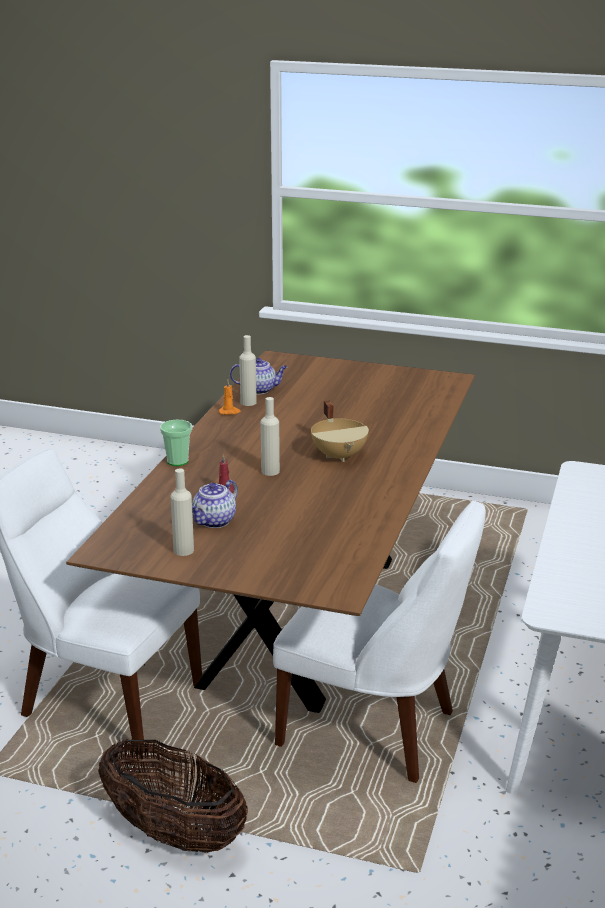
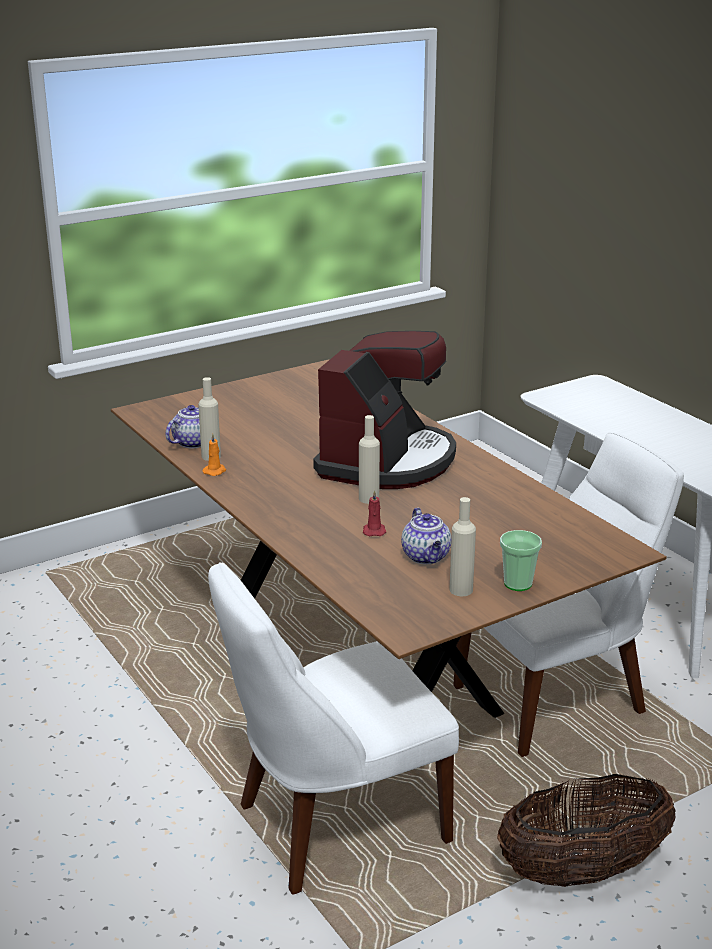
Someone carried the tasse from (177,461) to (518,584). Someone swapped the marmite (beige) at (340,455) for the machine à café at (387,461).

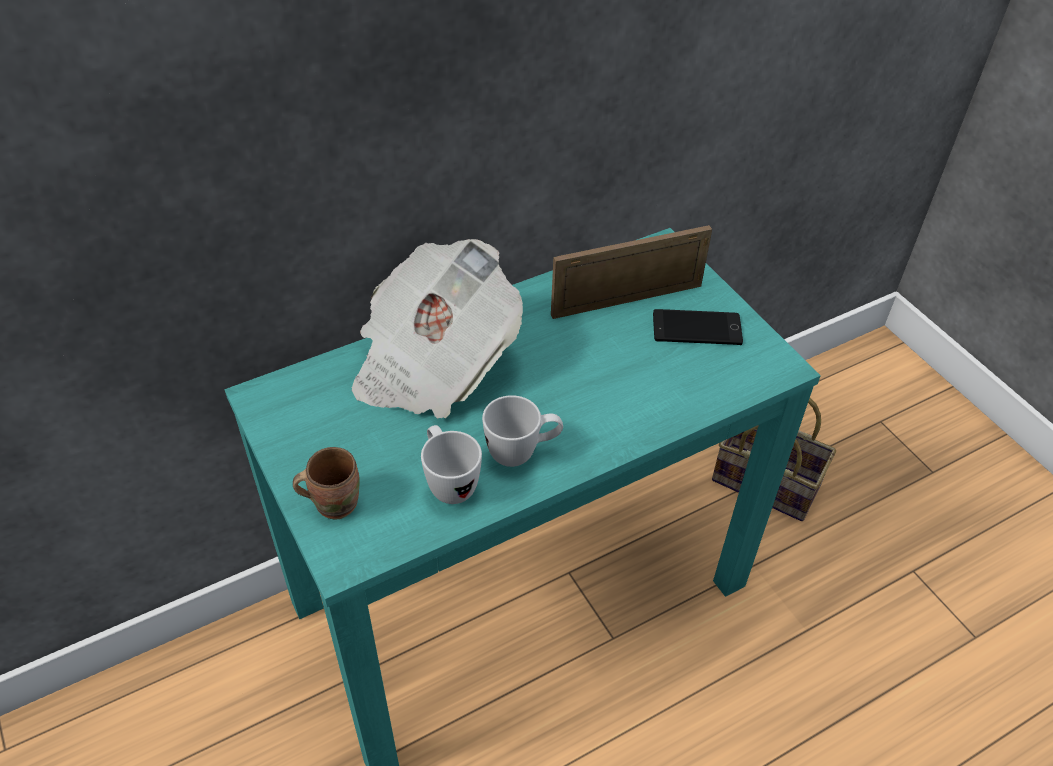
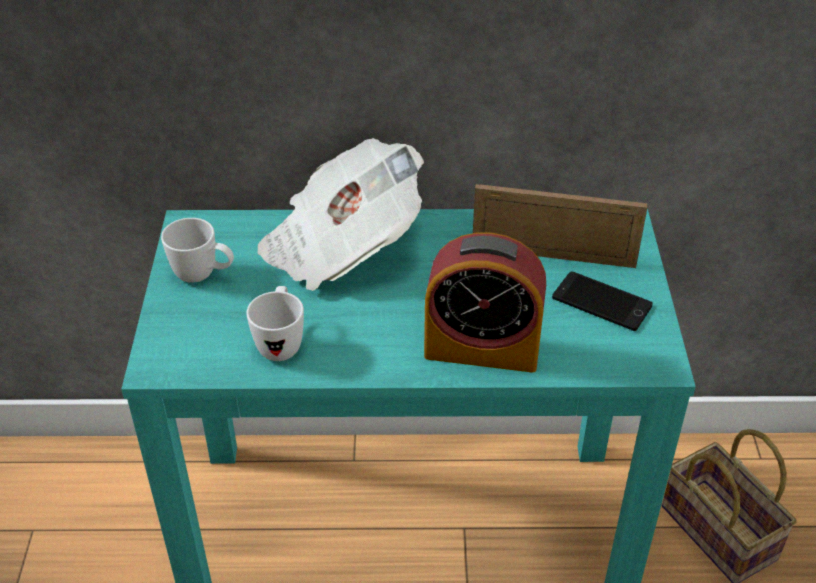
Someone took away the mug (marron) at (334,501). Someone carried the mug (blanc) from (522,452) to (204,276). Someone put down the réveil at (482,348).

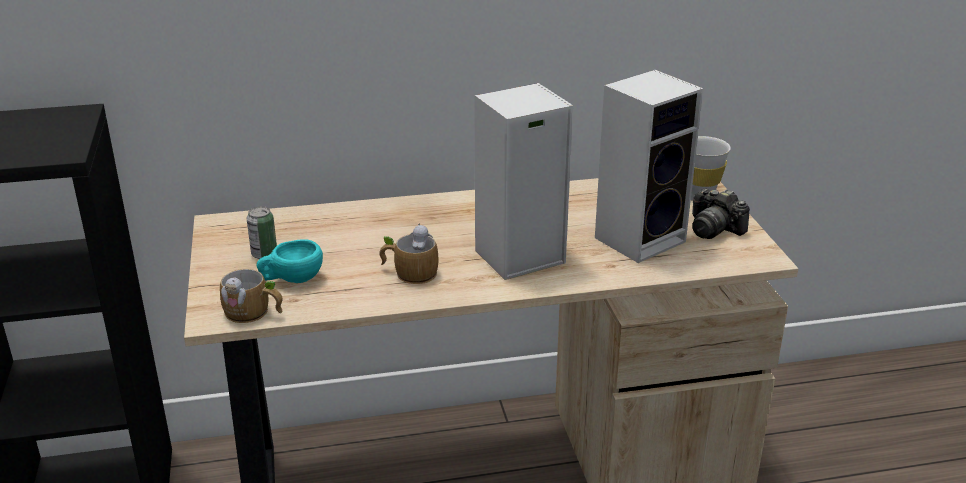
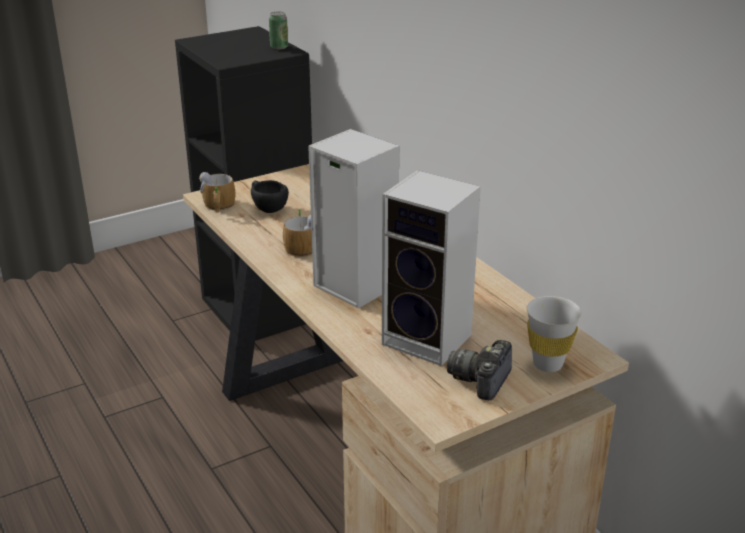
Someone carried the boîte métallique from (264,254) to (279,47). Someone repainted the tasse (turquoise) at (291,279), which became the tasse (noir) at (267,208).

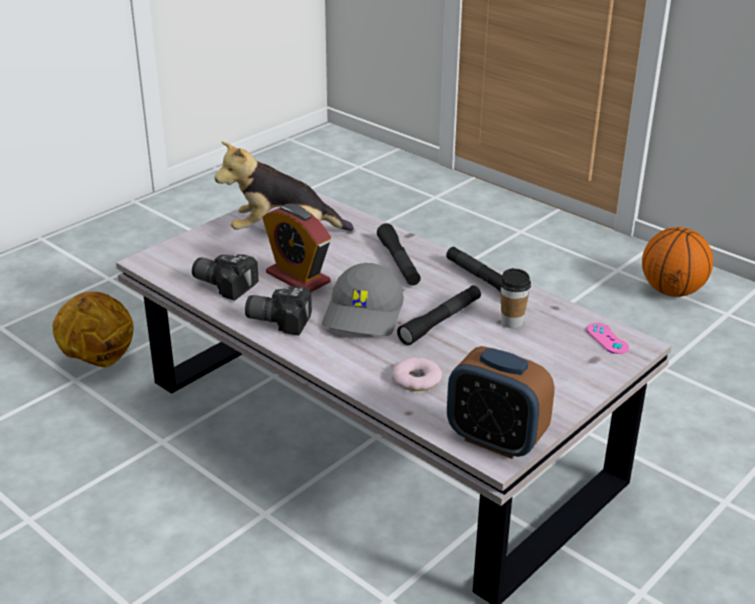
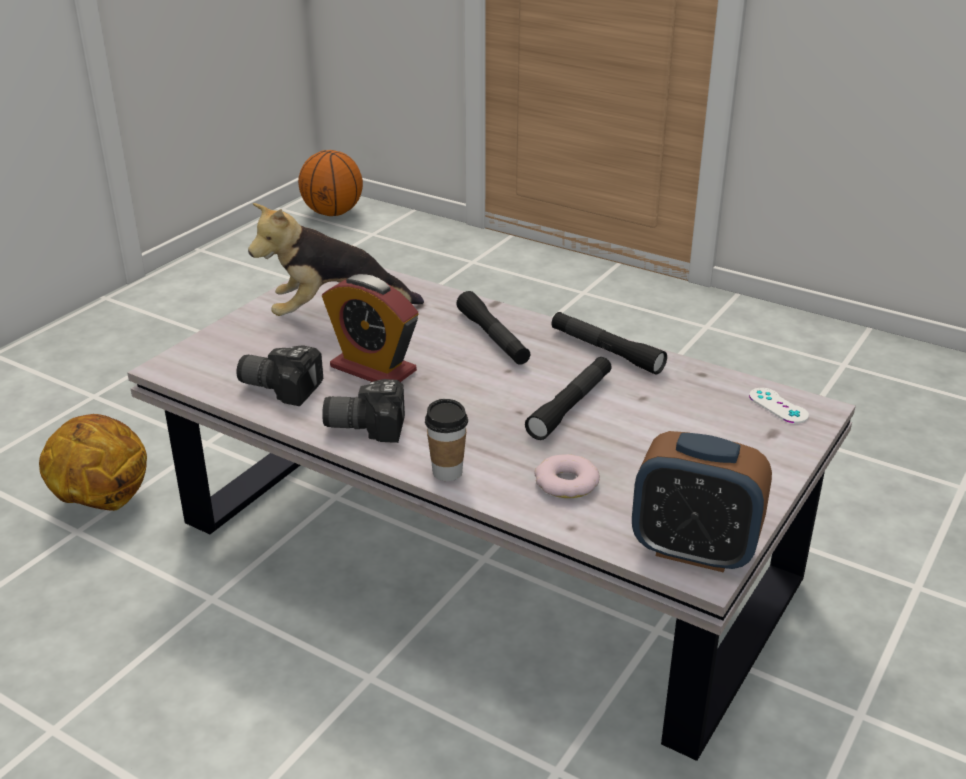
Someone took away the casquette (gris) at (364,315). Someone carried the tasse from (512,322) to (447,472). Someone repainted the manette (rose) at (607,339), which became the manette (blanc) at (778,406). Someone carried the ballon de basket from (672,291) to (333,213).

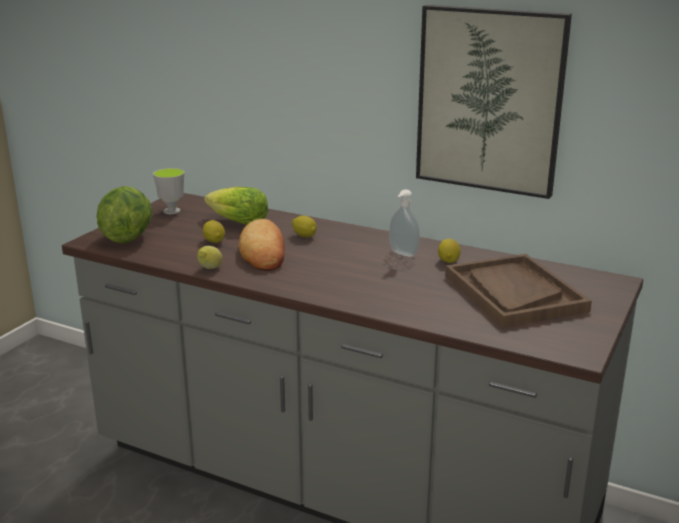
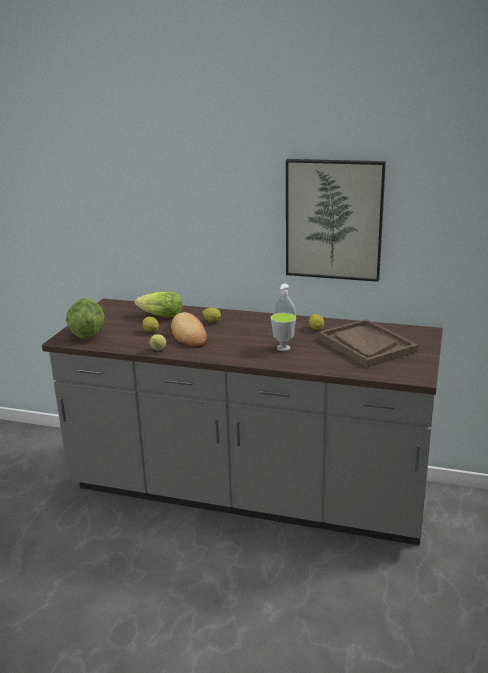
Someone carried the tasse from (172,211) to (283,348).

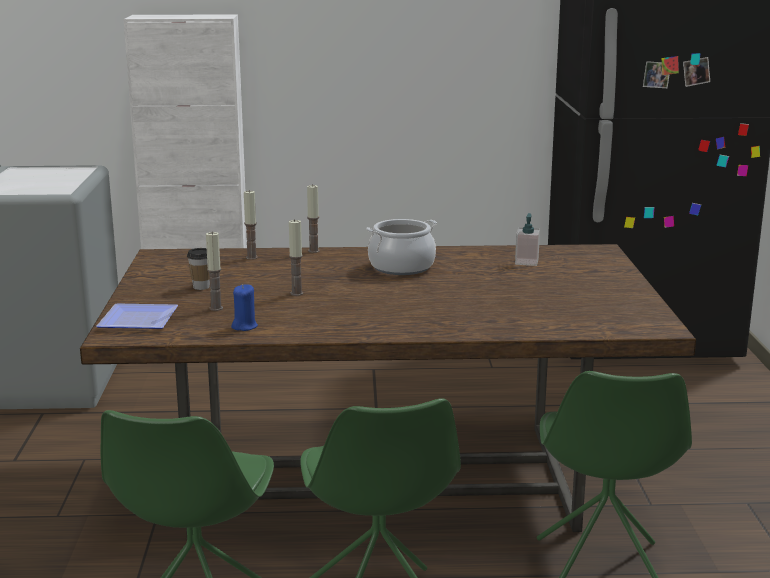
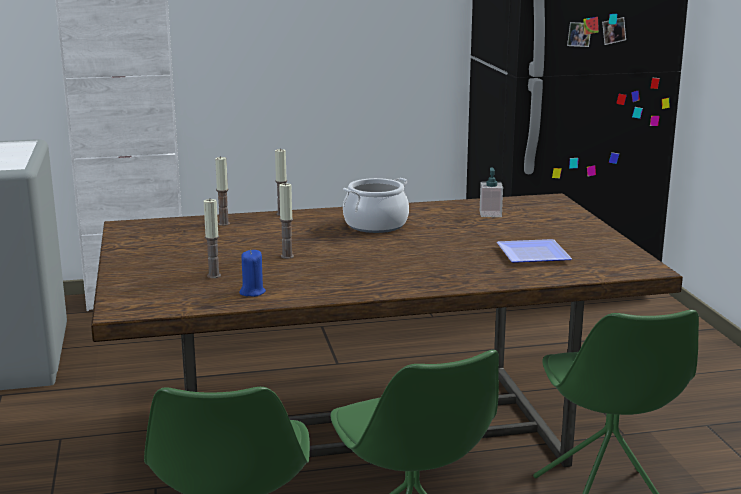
Someone carried the assiette from (136,319) to (530,254). Someone took away the tasse at (201,287).

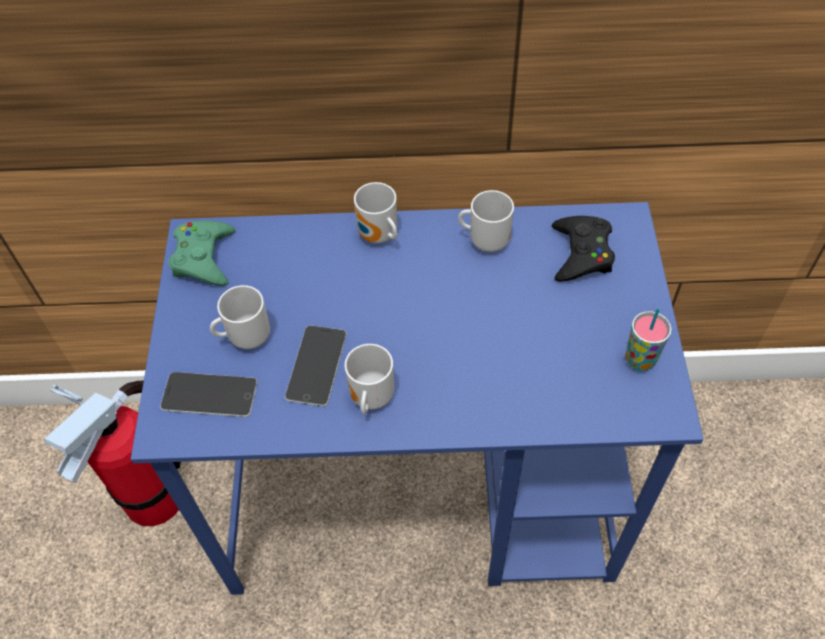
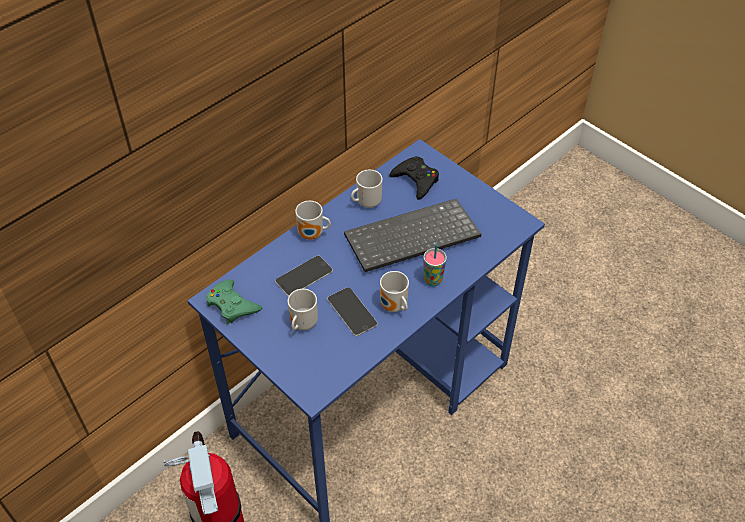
Someone carried the téléphone from (209,394) to (304,276). Someone carried the tasse from (639,360) to (433,280). Someone put down the clavier at (411,239).

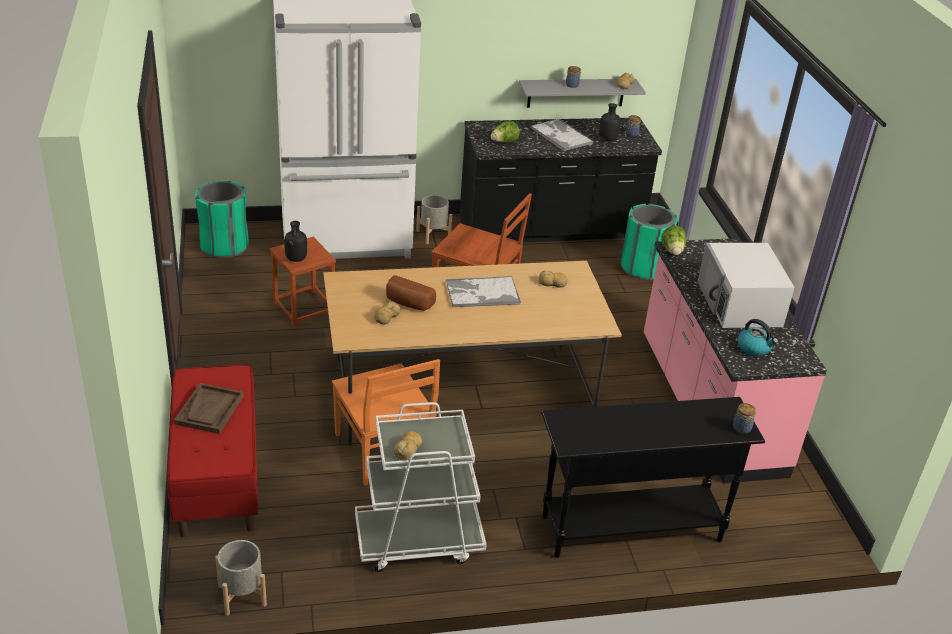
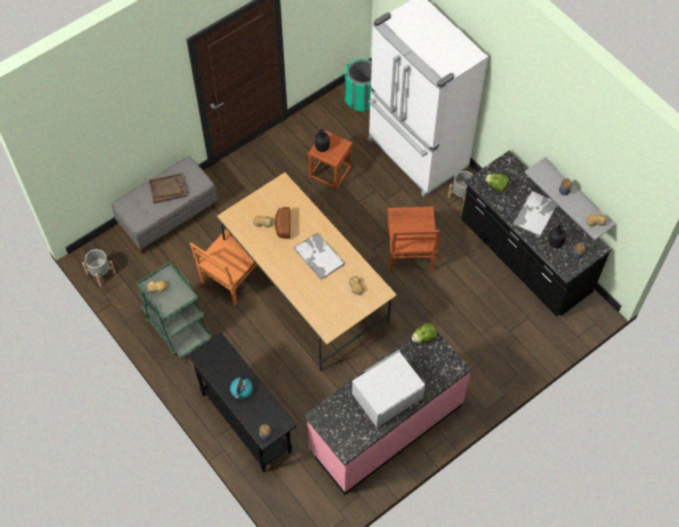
Someone repainted the banc (rouge) at (217,476), which became the banc (gris) at (168,217). Someone repainted the chariot (blanc) at (418,541), which became the chariot (vert) at (177,327). Someone took away the poubelle (vert) at (643,268). Someone carried the bouilloire from (754,348) to (241,390).

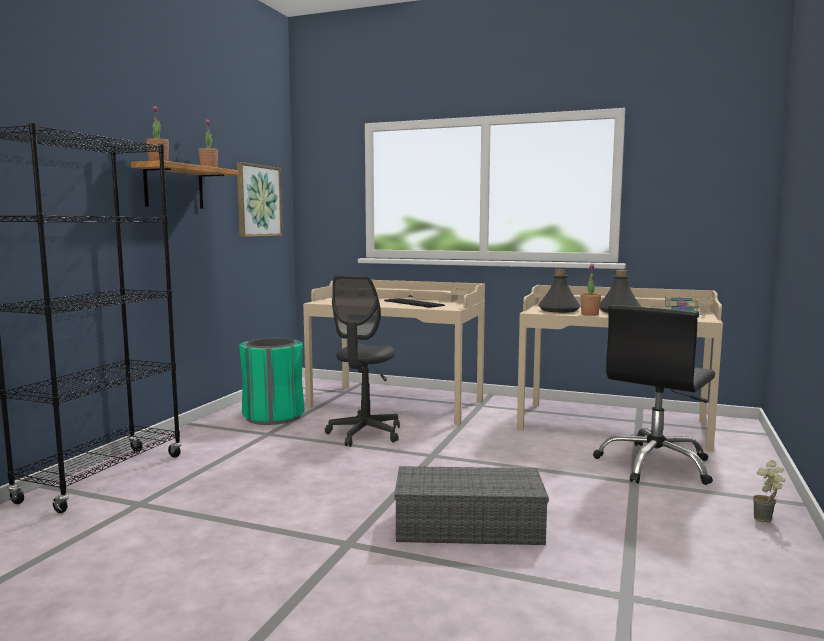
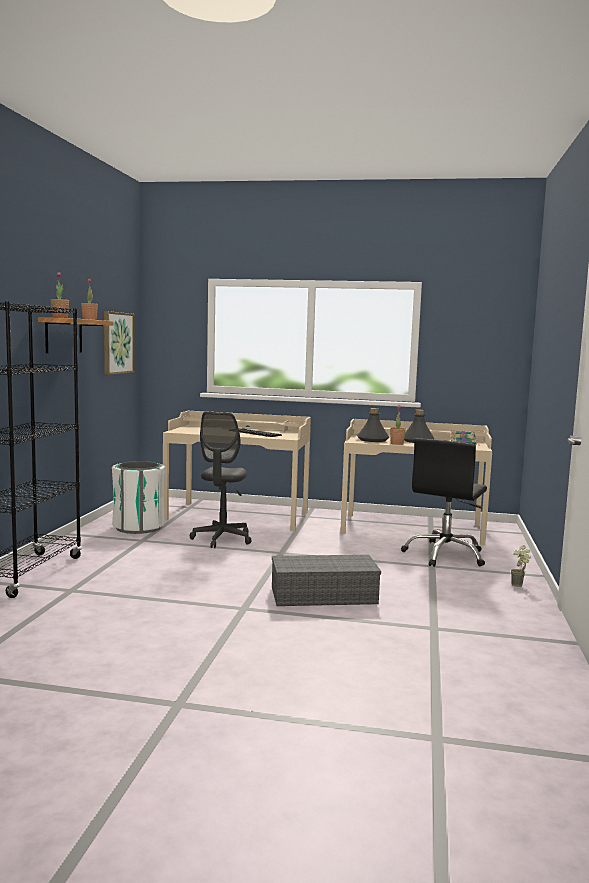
Someone repainted the poubelle (vert) at (273,416), which became the poubelle (blanc) at (139,527).

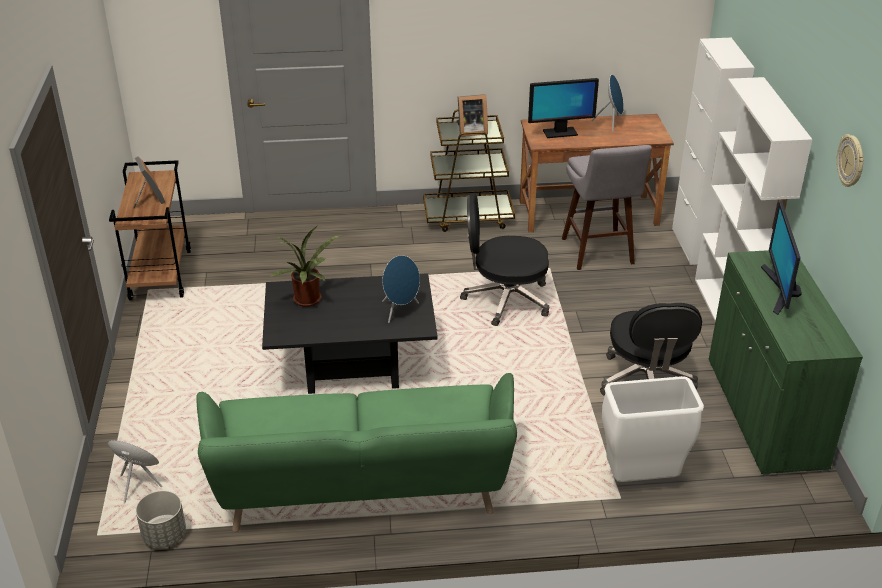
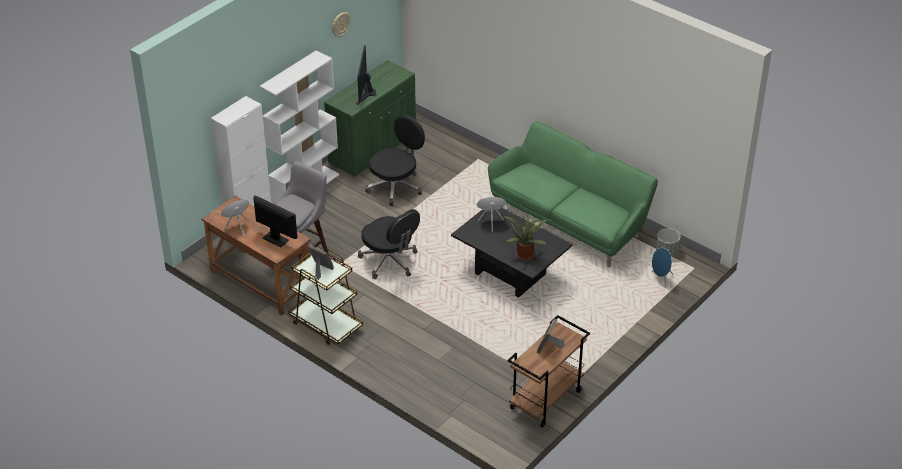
Someone took away the poubelle (blanc) at (641,480). Someone rotated the écran d'ordinateur at (780,290) by 135 degrees clockwise.

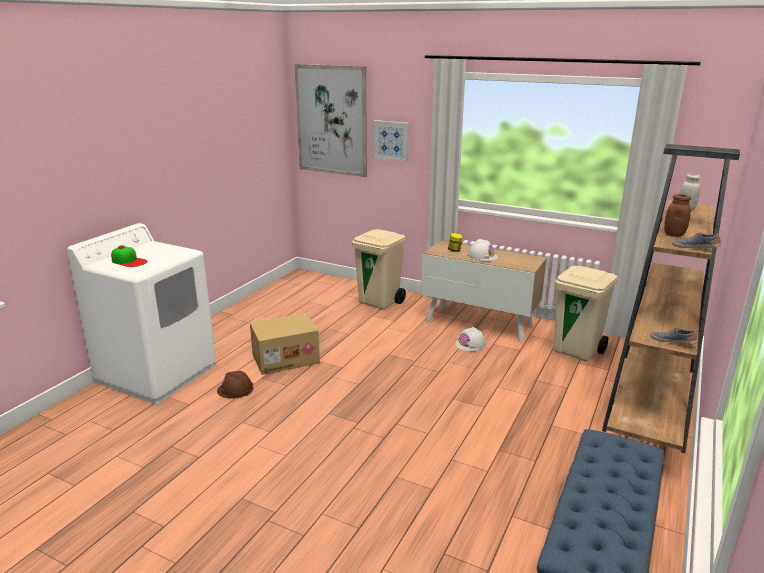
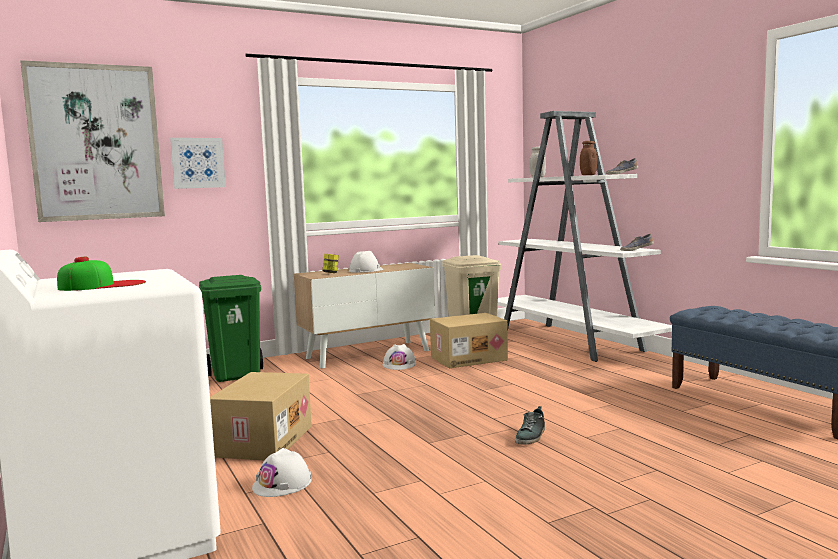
Someone repainted the casque de chantier (marron) at (235,389), which became the casque de chantier (blanc) at (282,483). Someone repainted the poubelle (beige) at (380,302), which became the poubelle (vert) at (236,375). Someone repainted the bibliothèque (marron) at (651,399), which became the bibliothèque (blanc) at (571,342). Someone put down the carton at (468,358). Someone put down the chaussure at (531,436).

